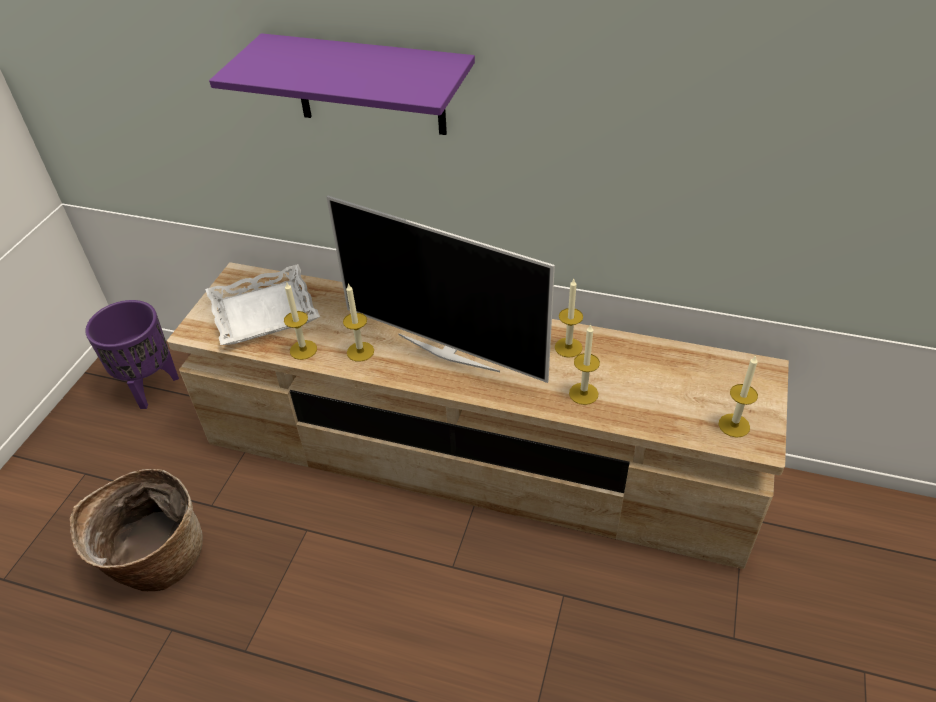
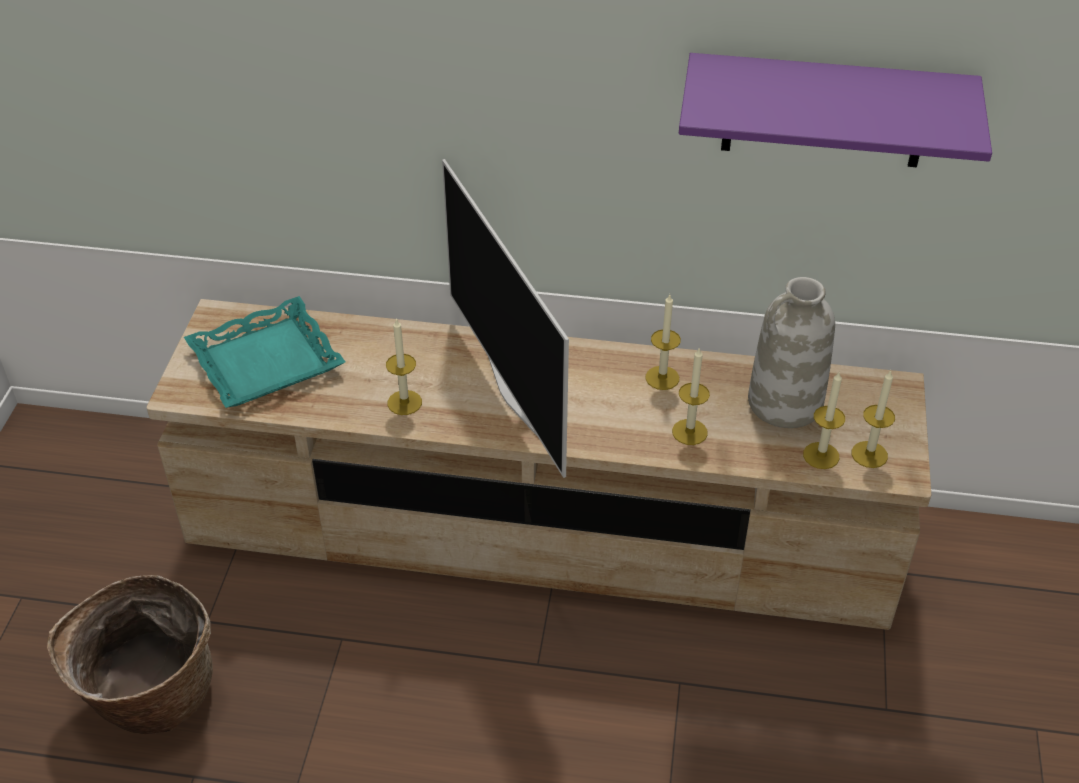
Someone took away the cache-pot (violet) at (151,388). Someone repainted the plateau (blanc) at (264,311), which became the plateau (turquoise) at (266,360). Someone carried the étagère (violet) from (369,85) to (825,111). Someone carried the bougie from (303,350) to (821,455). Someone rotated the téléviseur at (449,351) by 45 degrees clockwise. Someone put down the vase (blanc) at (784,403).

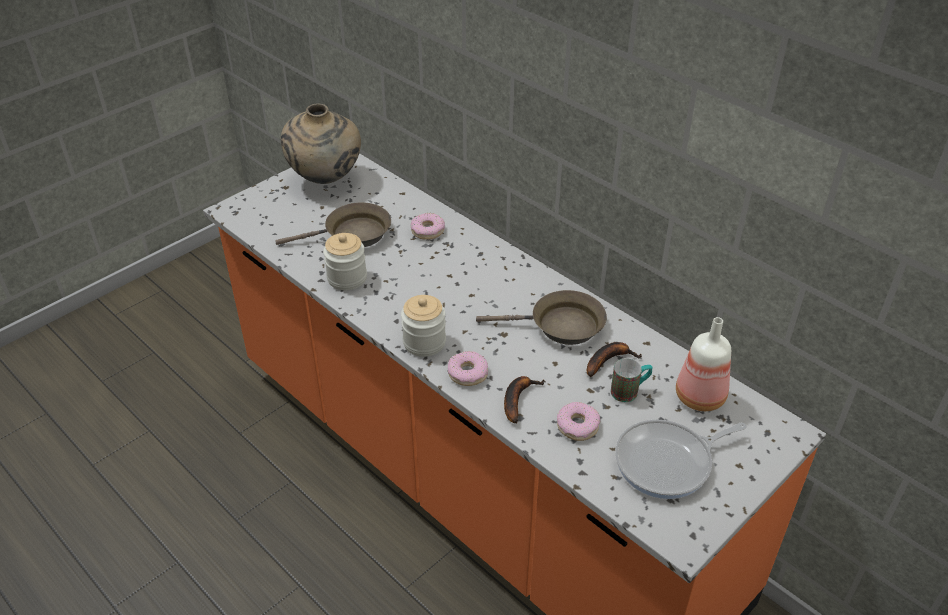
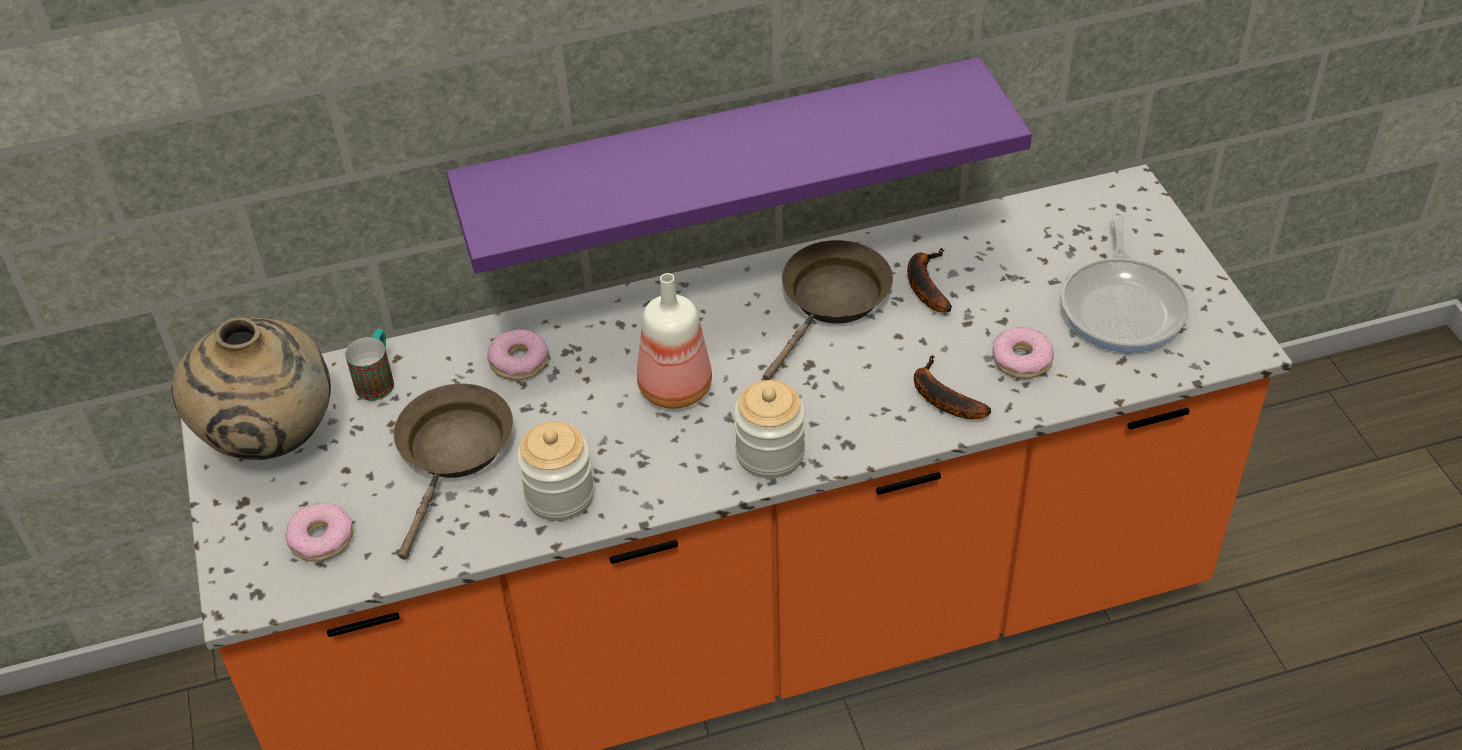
Someone carried the beignet from (468,373) to (321,538). Someone carried the mug from (630,391) to (378,379). Someone carried the bouteille from (698,396) to (672,388). Someone put up the étagère (violet) at (722,159).

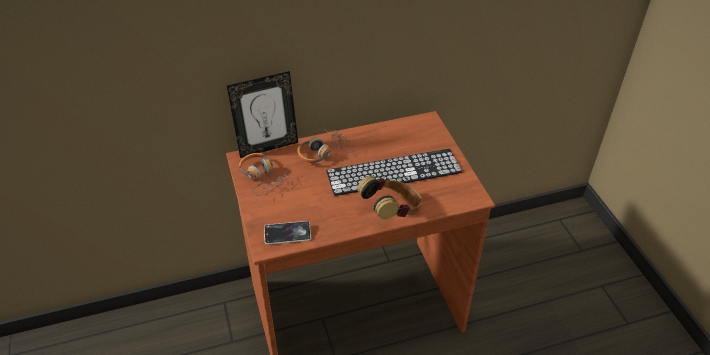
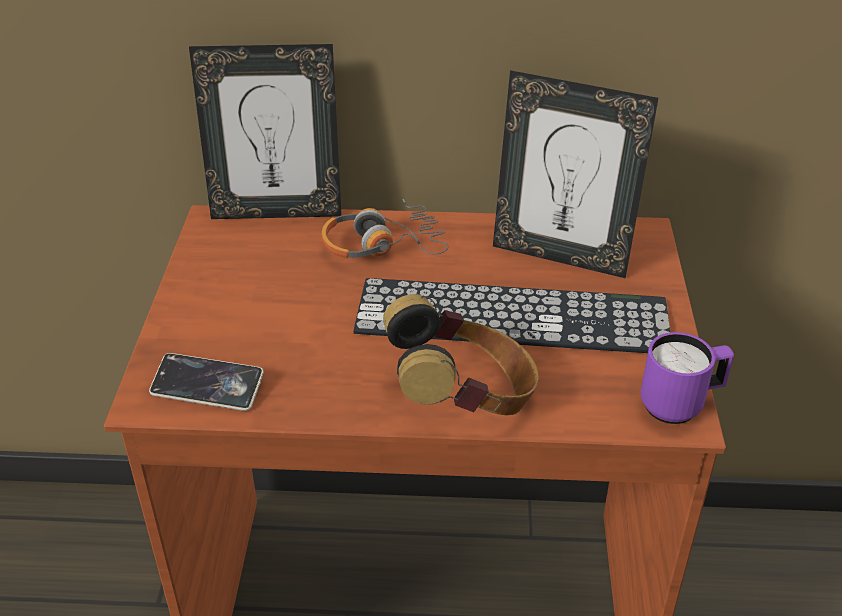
Someone took away the casque audio at (262,177). Someone put down the cadre photo at (561,255). Someone put down the mug (violet) at (680,405).

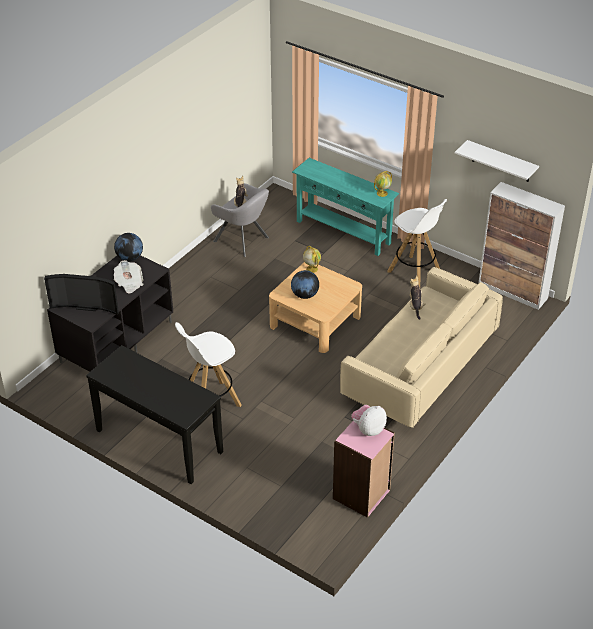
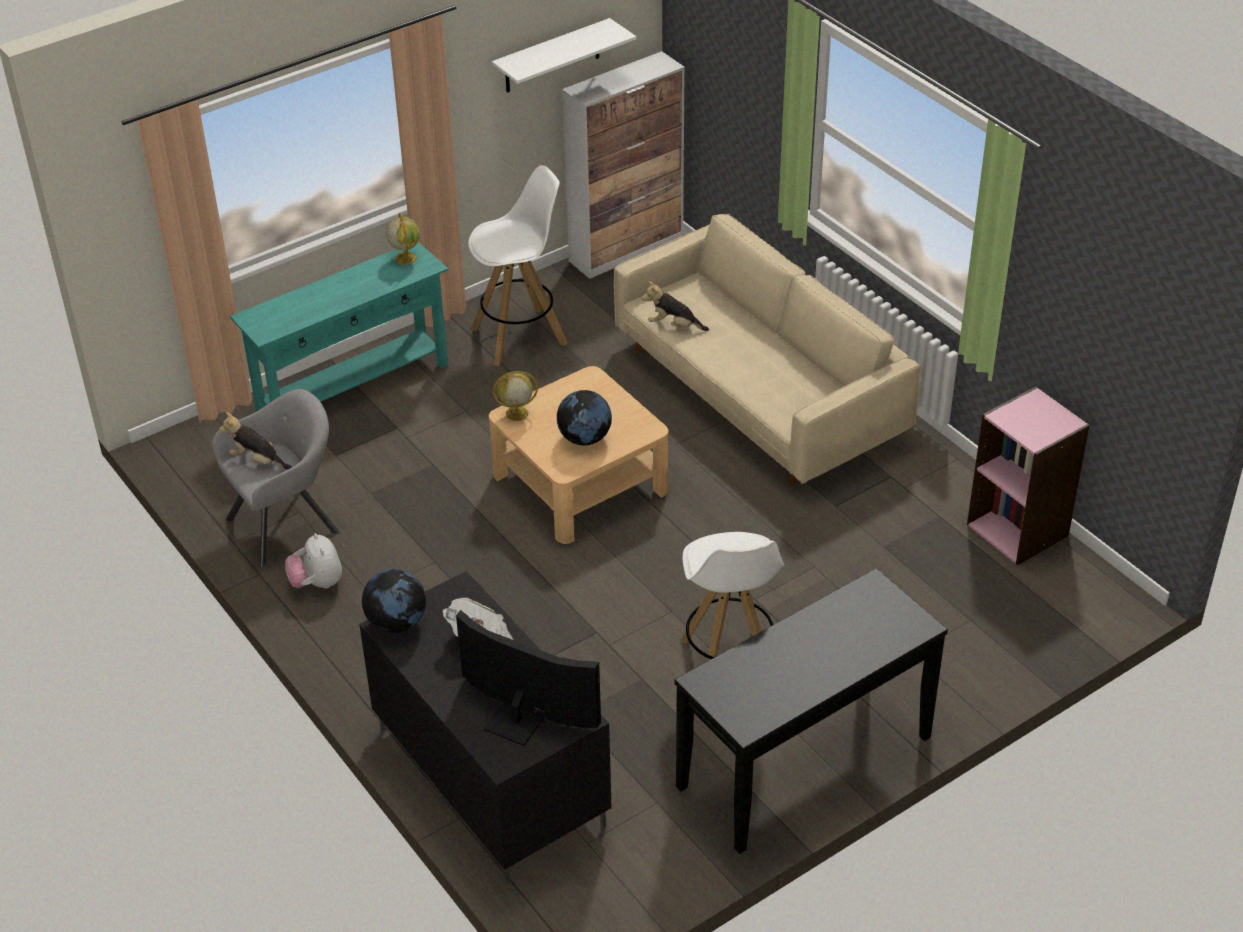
Someone rotated the téléviseur at (87,306) by 90 degrees counterclockwise. Someone carried the peluche from (368,429) to (317,583).

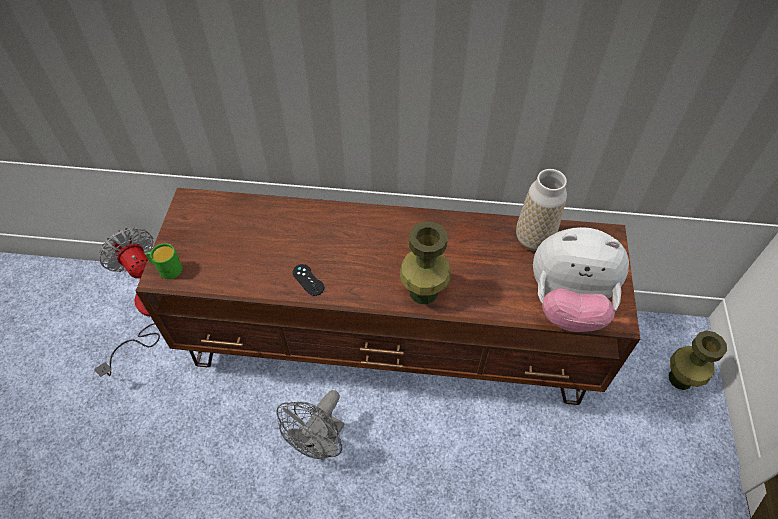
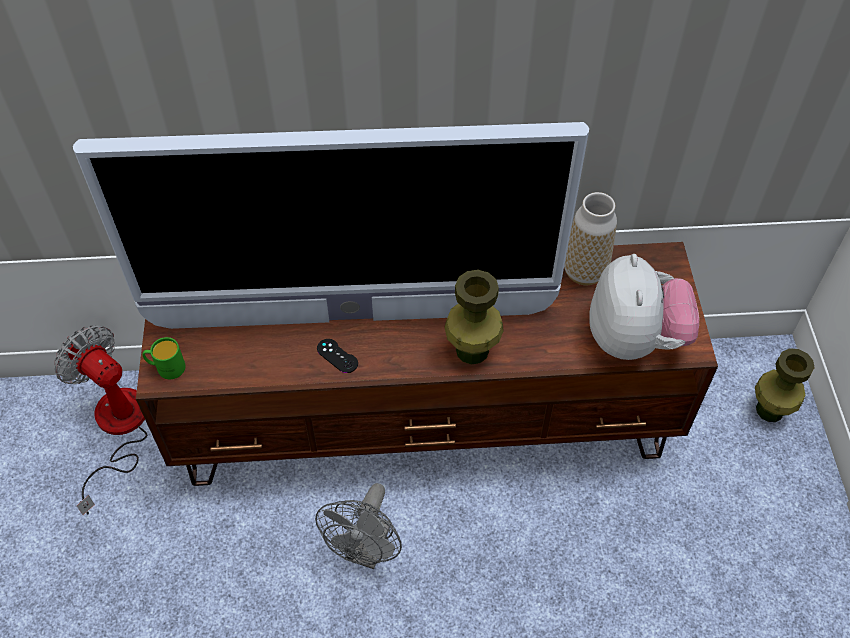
Someone rotated the peluche at (568,303) by 90 degrees counterclockwise. Someone put down the téléviseur at (351,316).

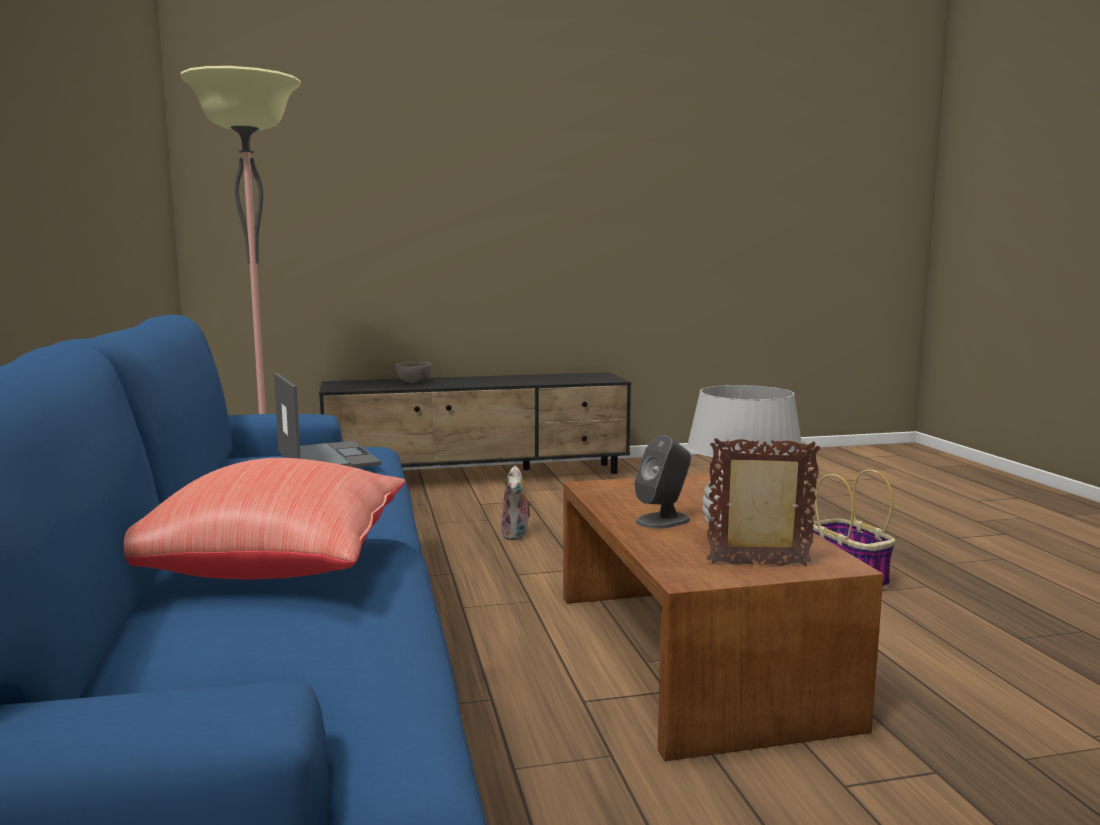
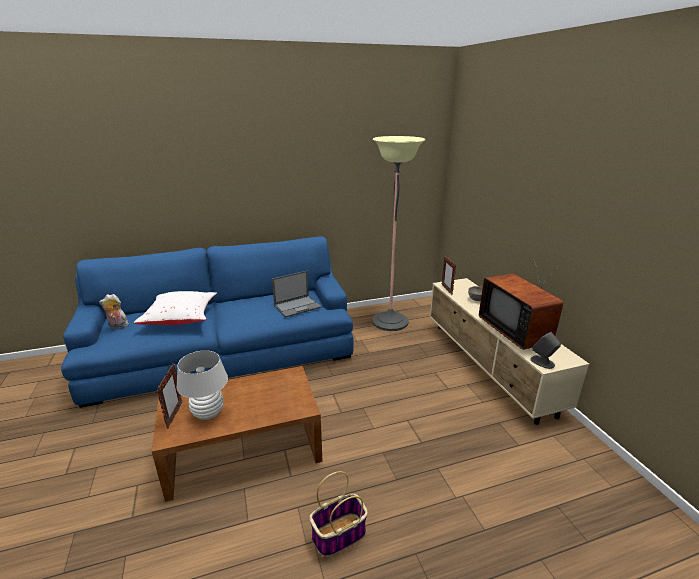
Someone repainted the coussin (rouge) at (270,566), which became the coussin (blanc) at (181,318). Someone repainted the meuble télé (noir) at (479,476), which became the meuble télé (beige) at (488,366). Someone carried the peluche from (516,535) to (117,326). Someone carried the enceinte (gris) from (663,520) to (542,362). Someone put down the cadre photo at (446,290). Someone put down the téléviseur at (517,331).

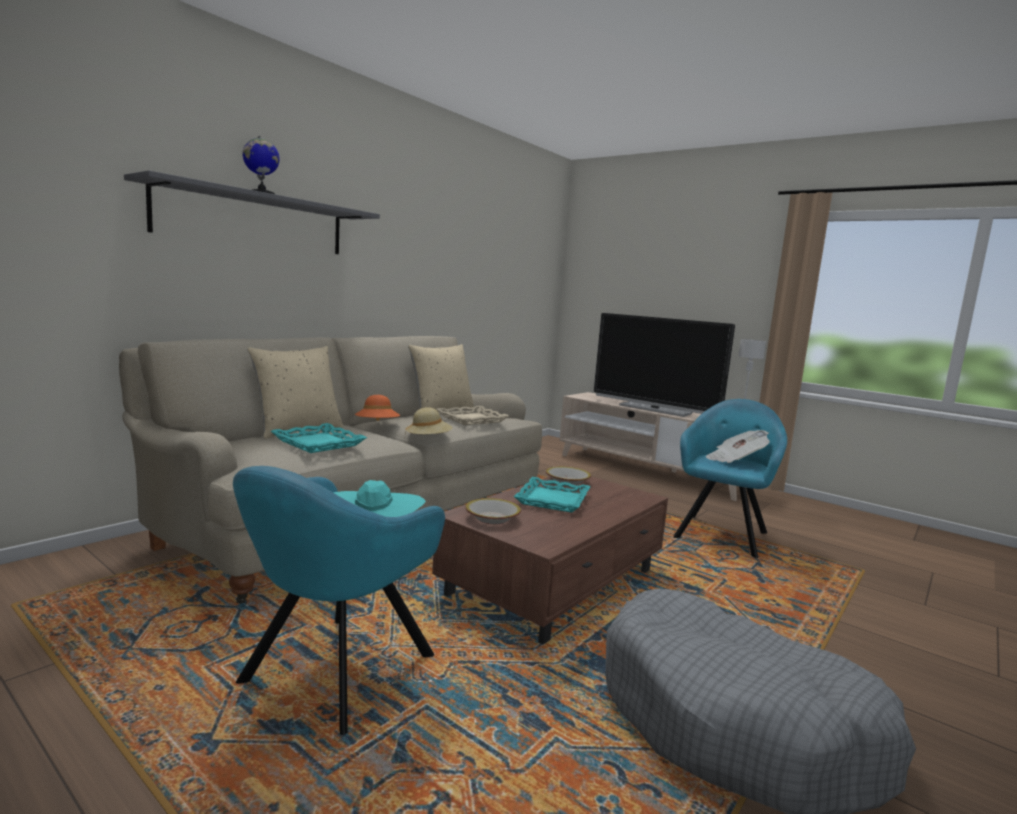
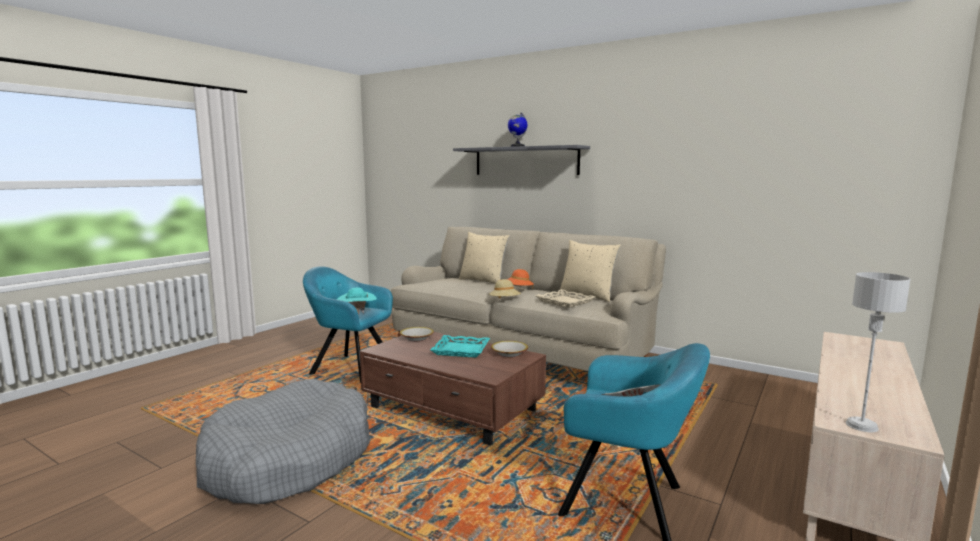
Someone took away the plateau (turquoise) at (319,443). Someone took away the téléviseur at (654,409).

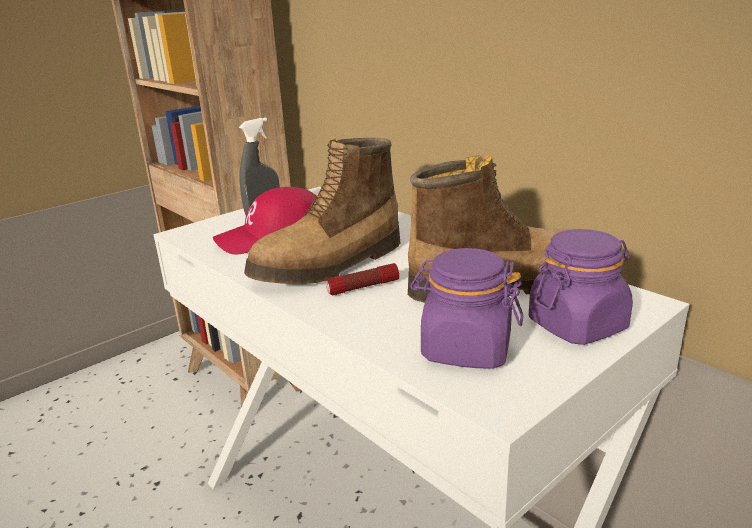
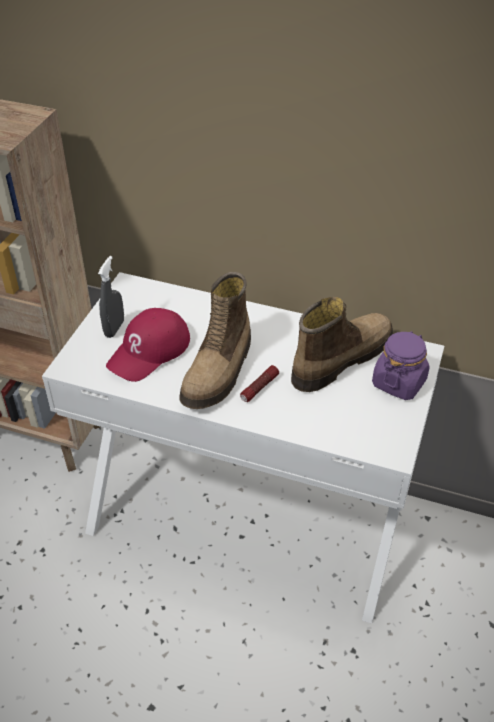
Someone took away the bocal (violet) at (466,349).

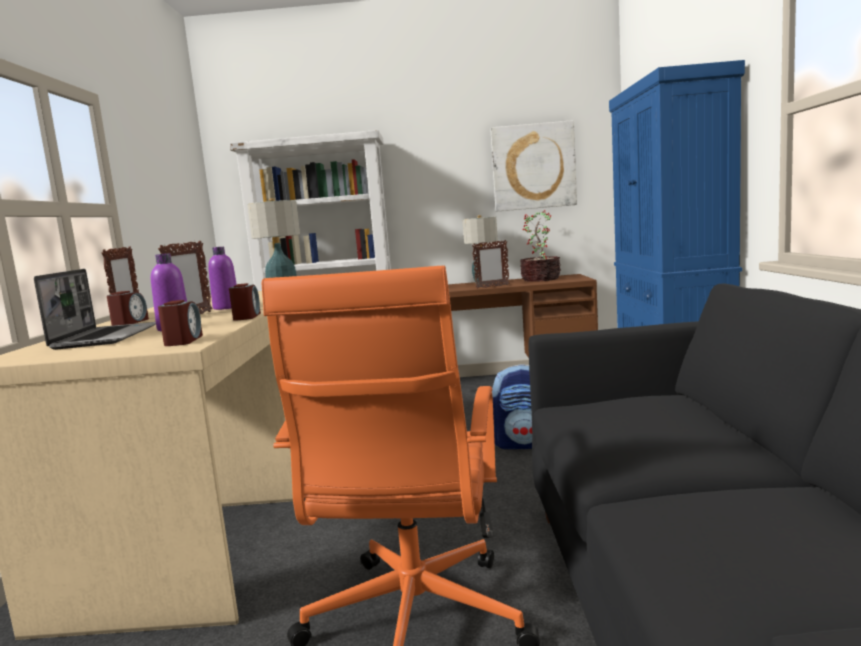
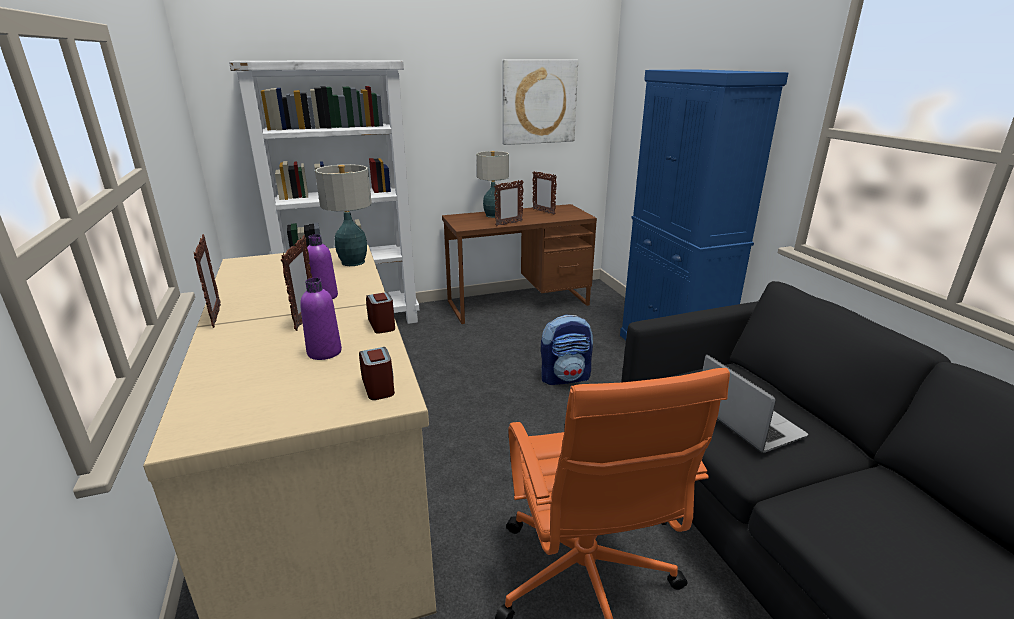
Someone carried the ordinateur portable from (106,337) to (747,421). Someone took away the réveil at (130,322). Someone swapped the plante en pot at (540,279) for the cadre photo at (543,212).

